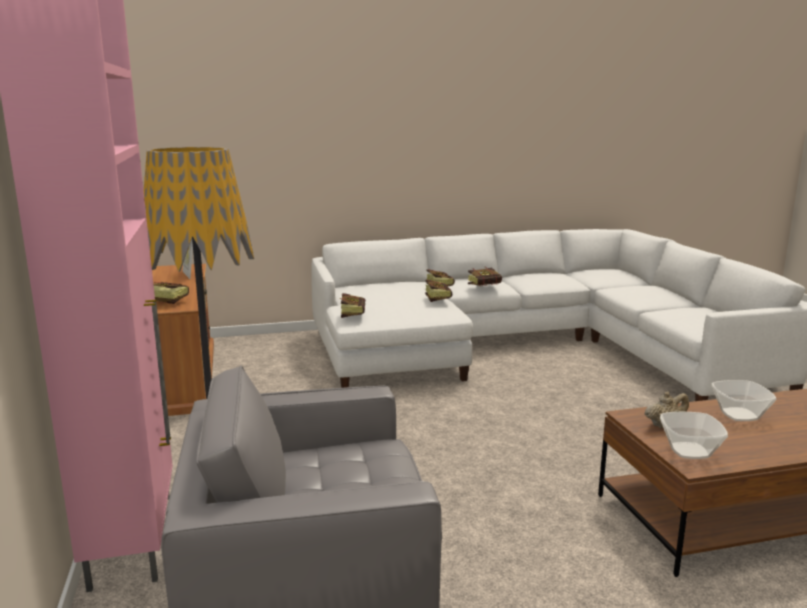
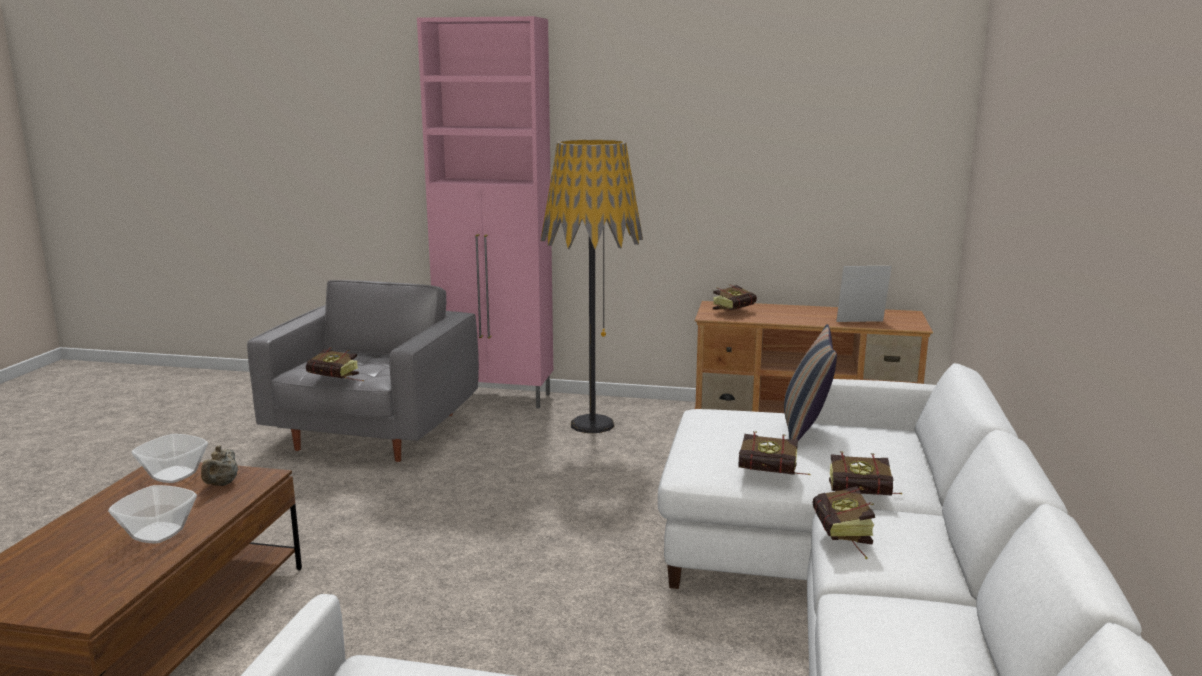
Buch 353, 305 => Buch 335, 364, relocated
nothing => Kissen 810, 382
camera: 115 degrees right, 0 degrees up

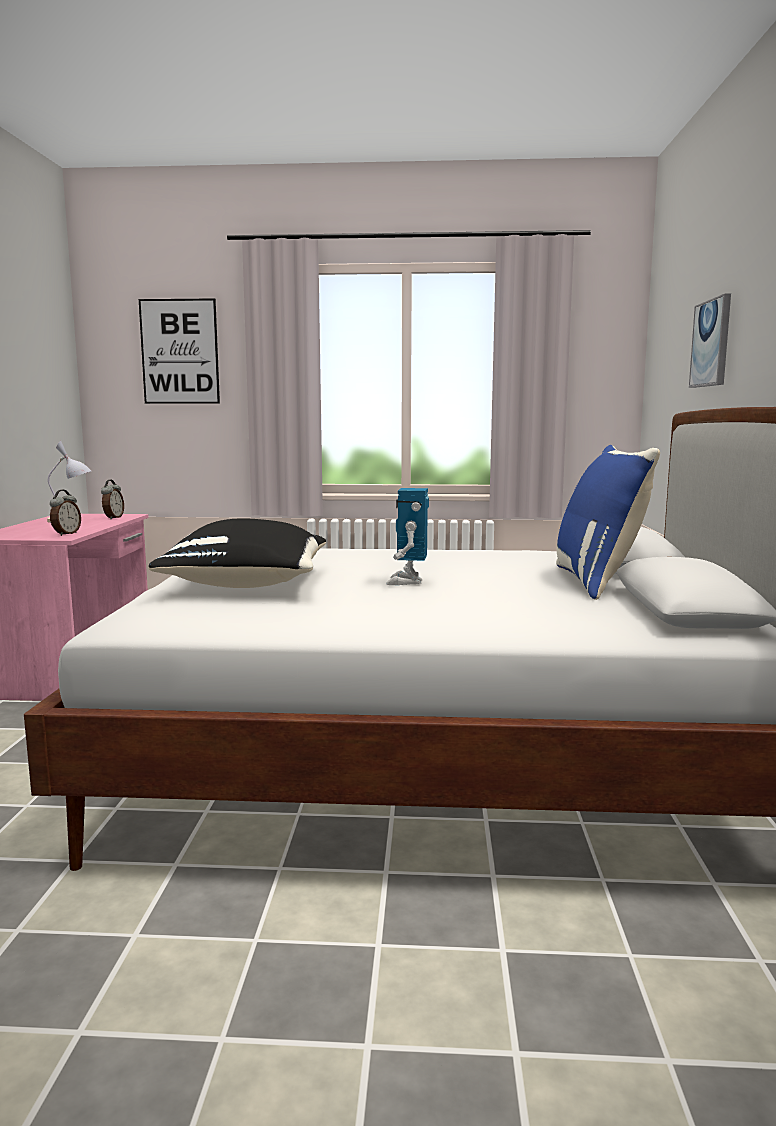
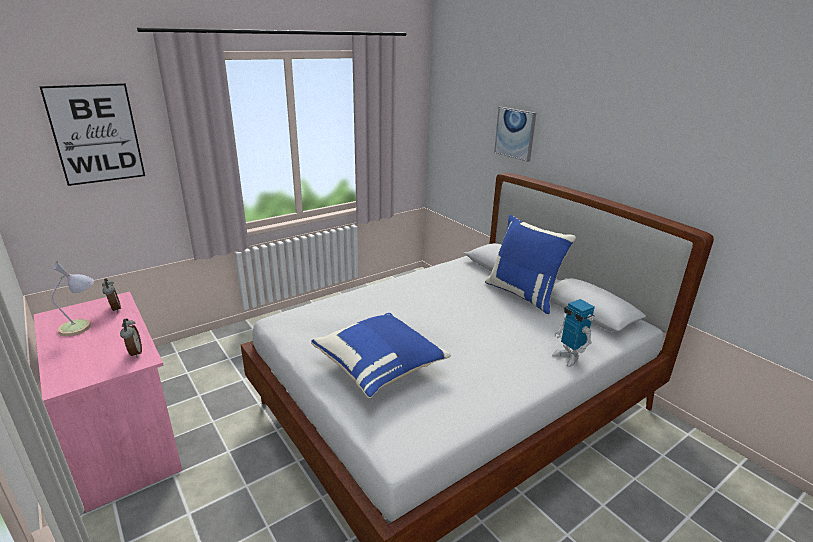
Spielzeugroboter 407, 536 => Spielzeugroboter 573, 333, relocated
Kissen/schwarz 237, 553 => Kissen/blau 381, 355
camera: 40 degrees left, 15 degrees up

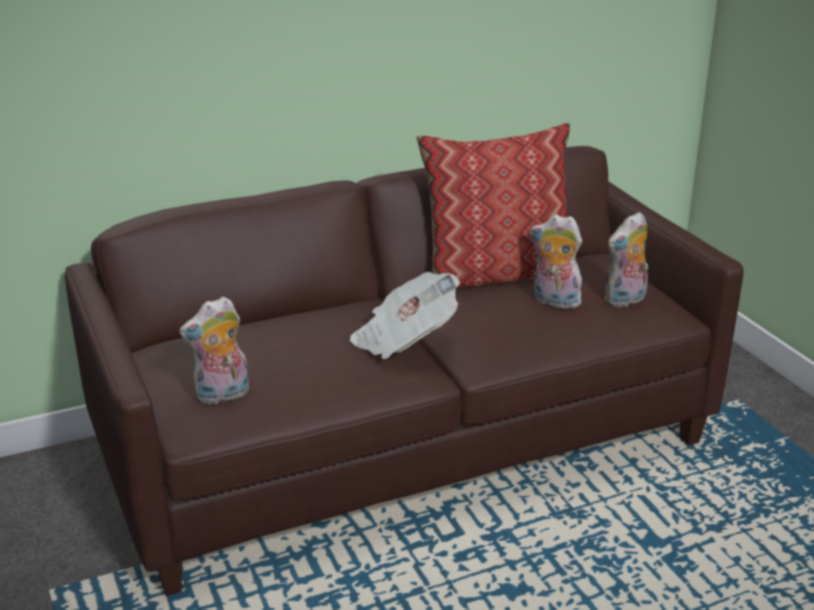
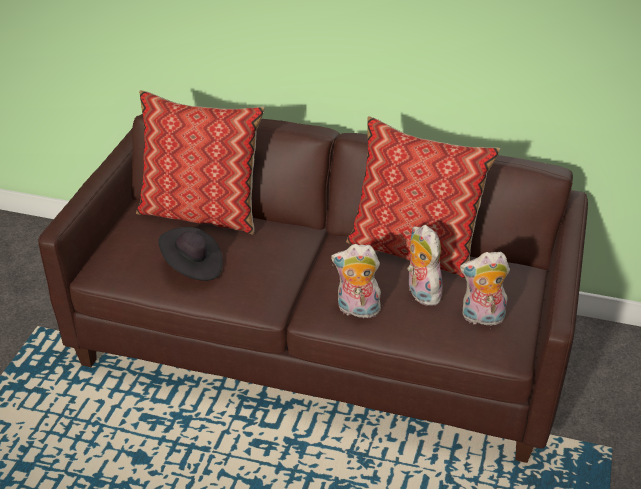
Zeitung 405, 315 => nothing
Plüschtier 214, 350 => Plüschtier 356, 282, relocated
nothing => Kissen 200, 162
nothing => Hut/schwarz 190, 254
camera: 40 degrees right, 10 degrees up

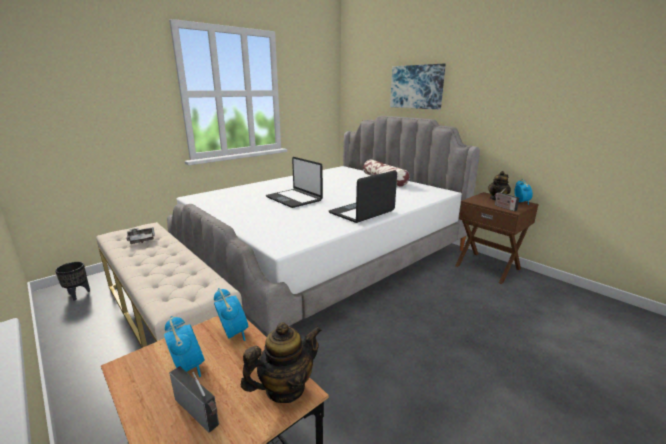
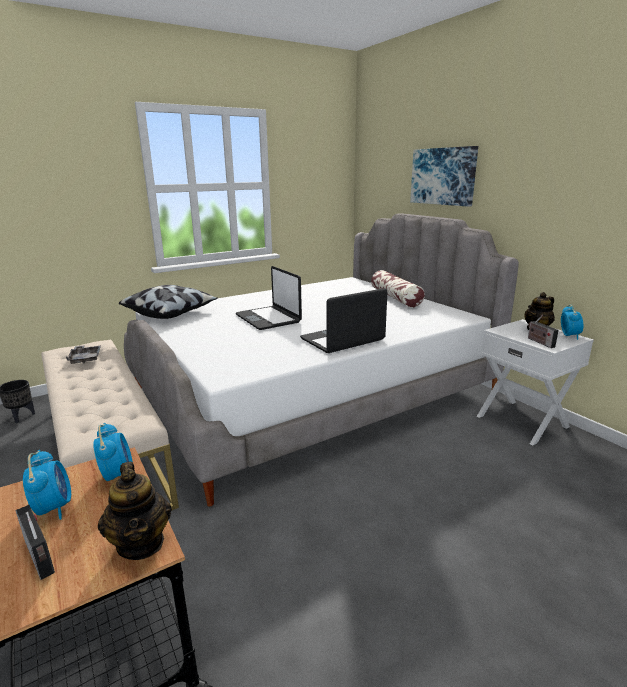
Nachttisch/braun 497, 238 => Nachttisch/weiß 535, 382
Teekanne 281, 362 => Teekanne 135, 511, 90 degrees clockwise
nothing => Kissen 168, 302
camera: 10 degrees right, 0 degrees up

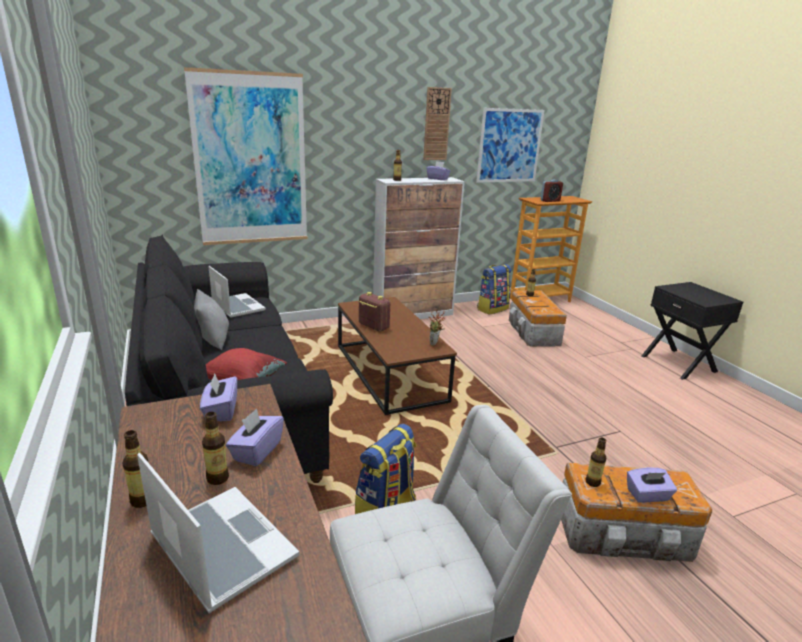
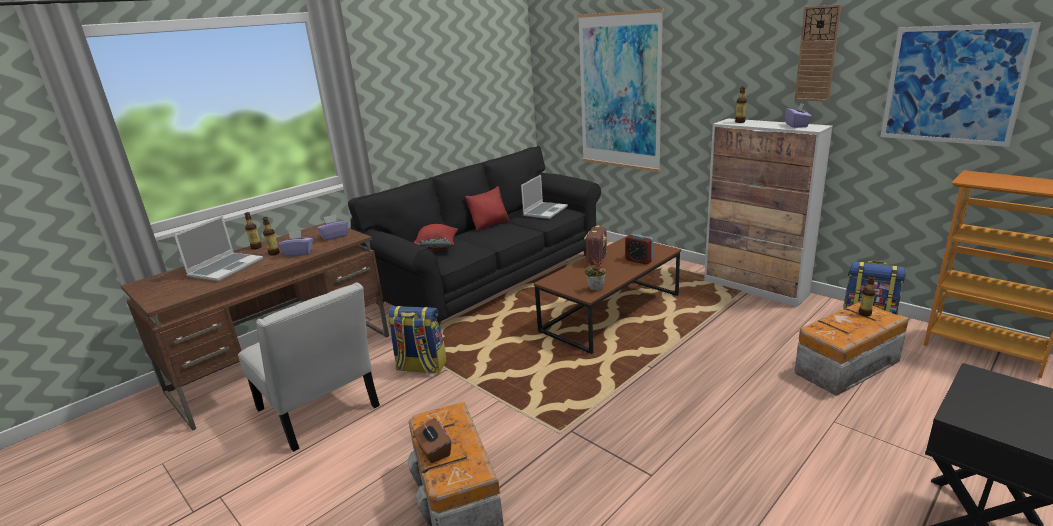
Wecker 552, 190 => Wecker 639, 249, relocated
Kissen/grau 211, 319 => Kissen/rot 487, 208
Flasche 595, 462 => nothing
Taschentuchbox/lila 652, 485 => Taschentuchbox/braun 432, 440
camera: 70 degrees right, 0 degrees up

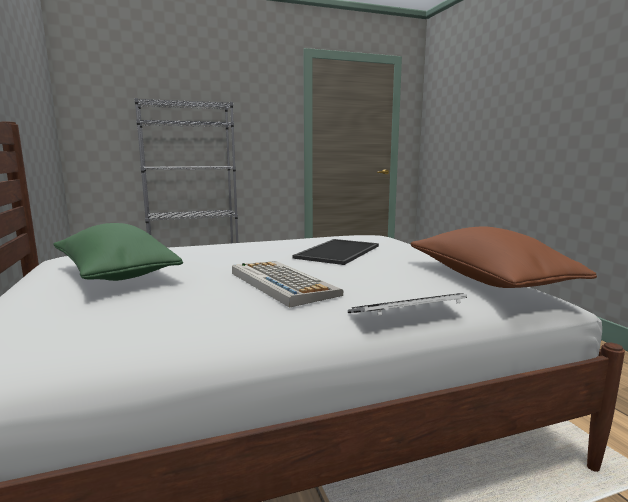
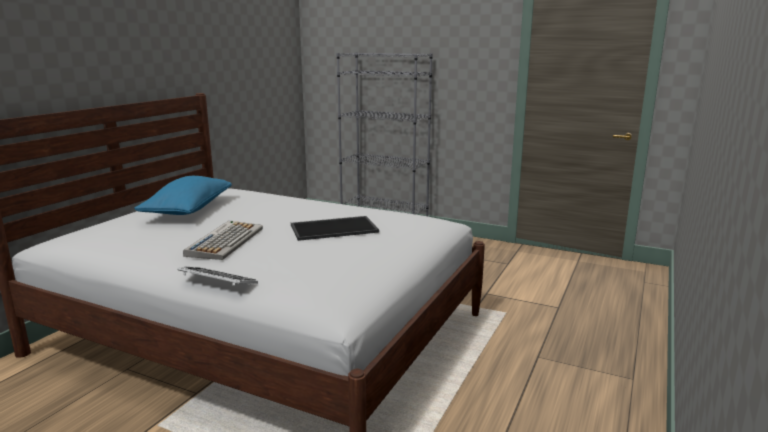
Kissen/grün 118, 252 => Kissen/blau 183, 195
Kissen/braun 503, 257 => nothing
camera: 45 degrees right, 5 degrees up

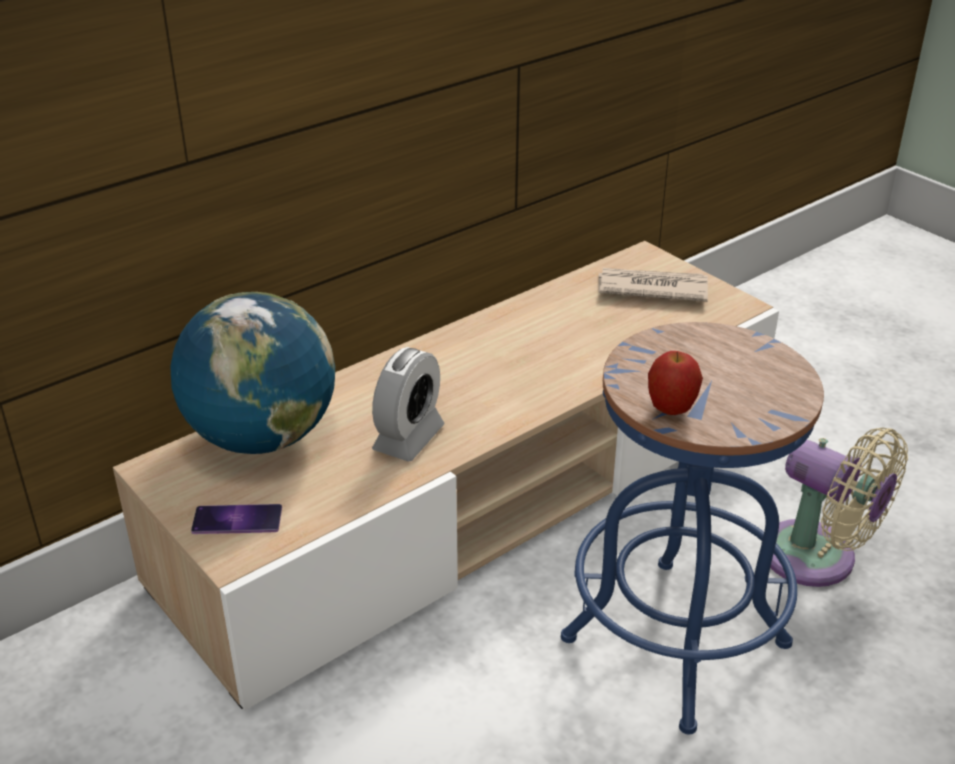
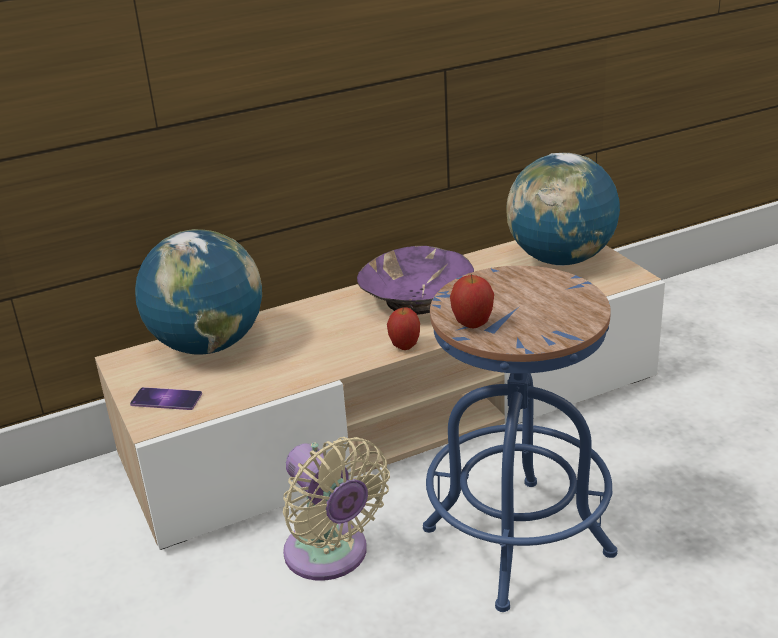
Zeitung 653, 285 => Globus 563, 209
Wecker 408, 404 => nothing
Ventilator/beige 834, 507 => Ventilator/beige 336, 509, relocated
nothing => Schüssel/lila 415, 280
nothing => Apfel 403, 328
camera: 15 degrees right, 5 degrees down

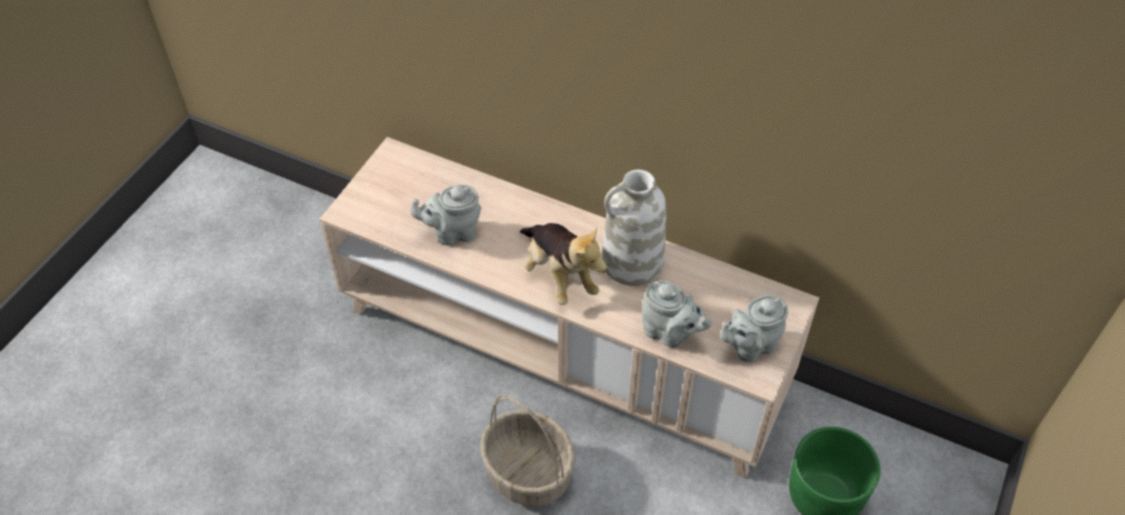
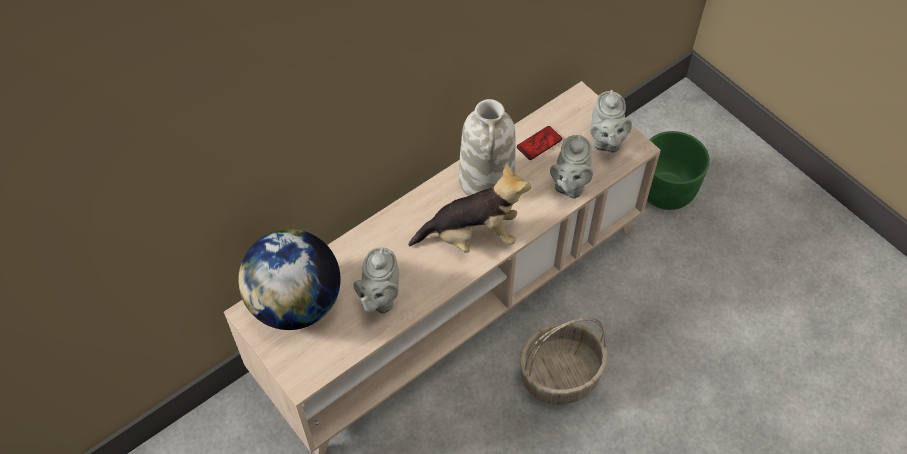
Teekanne/grau 676, 314 => Teekanne/grau 571, 166, 135 degrees clockwise
nothing => Handy 539, 143
nothing => Globus 289, 279
camera: 65 degrees left, 5 degrees up

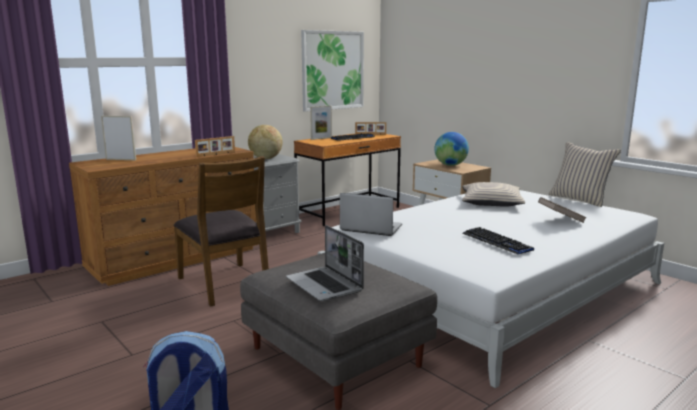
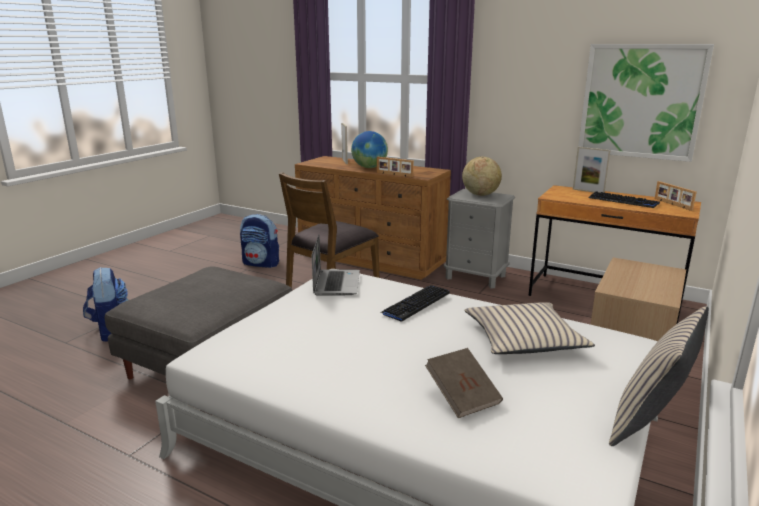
Globus 451, 149 => Globus 369, 149, relocated
Laptop 325, 263 => nothing
Tastatur 498, 240 => Tastatur 415, 303, relocated
nothing => Rucksack 259, 241
camera: 70 degrees right, 5 degrees up

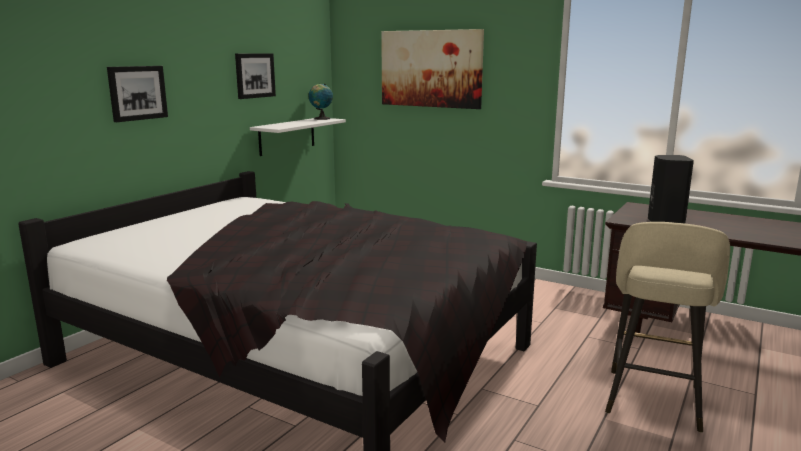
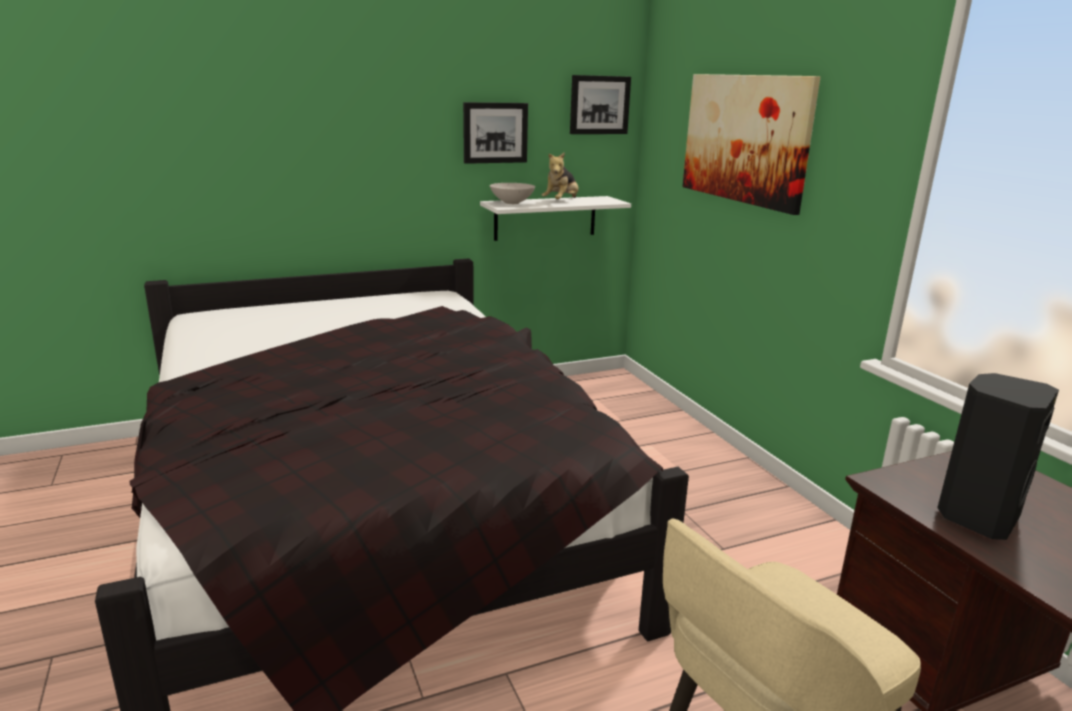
Bild 137, 94 => Bild 600, 104, relocated
Globus 321, 102 => nothing
nothing => Plüschtier 560, 175
nothing => Schüssel/weiß 512, 193
camera: 35 degrees right, 5 degrees up

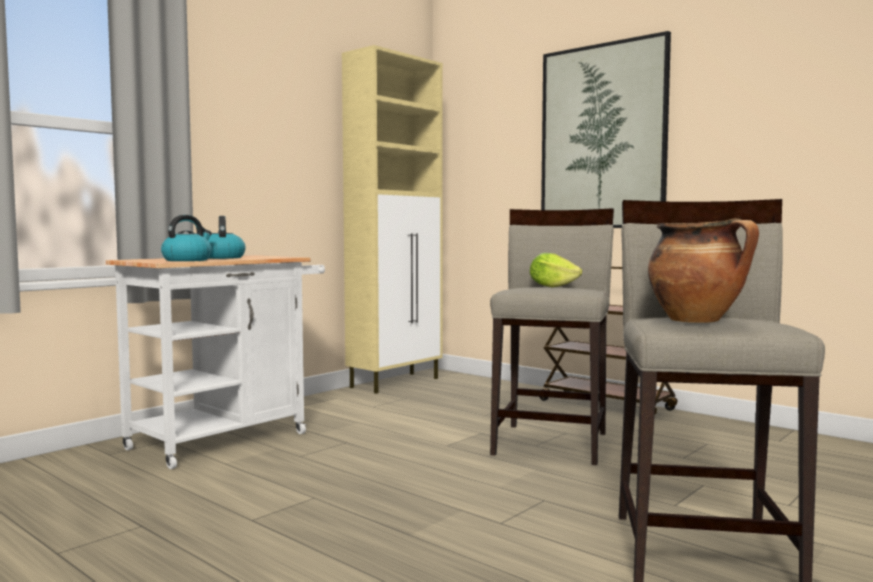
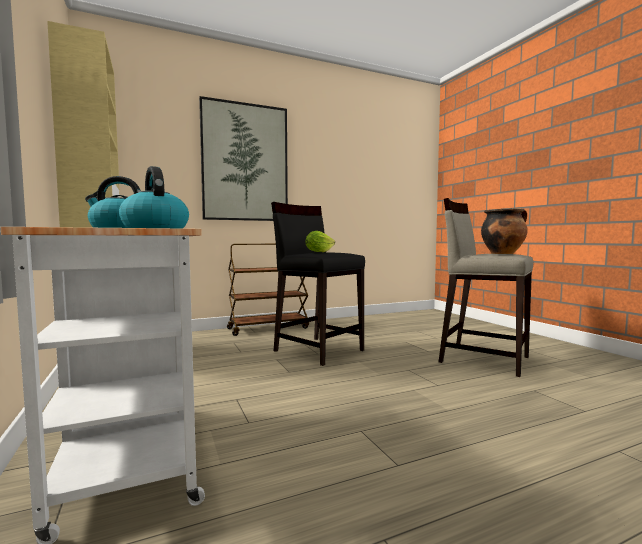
Hocker/beige 552, 336 => Hocker/schwarz 318, 284
camera: 65 degrees left, 0 degrees up

